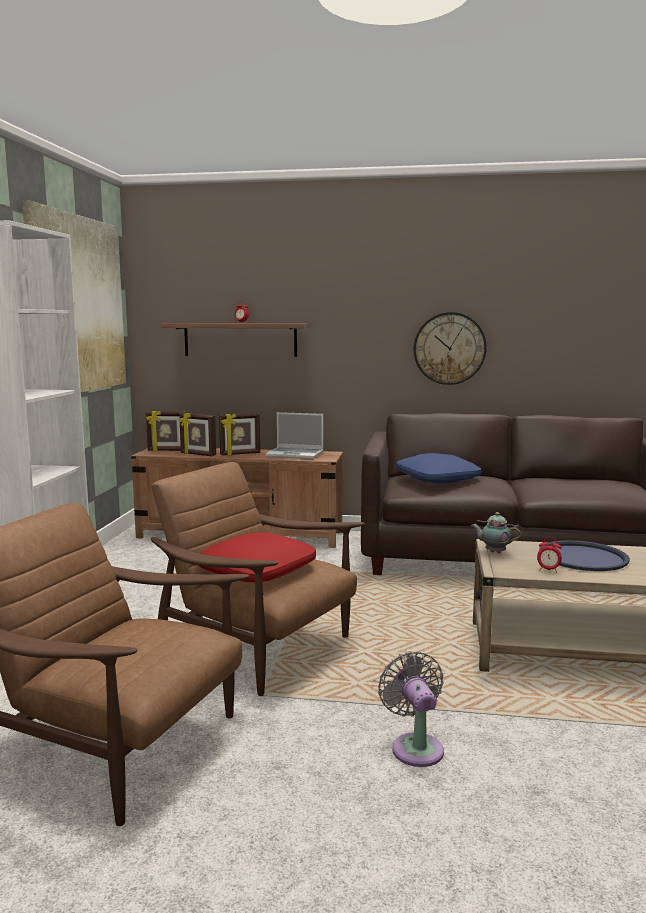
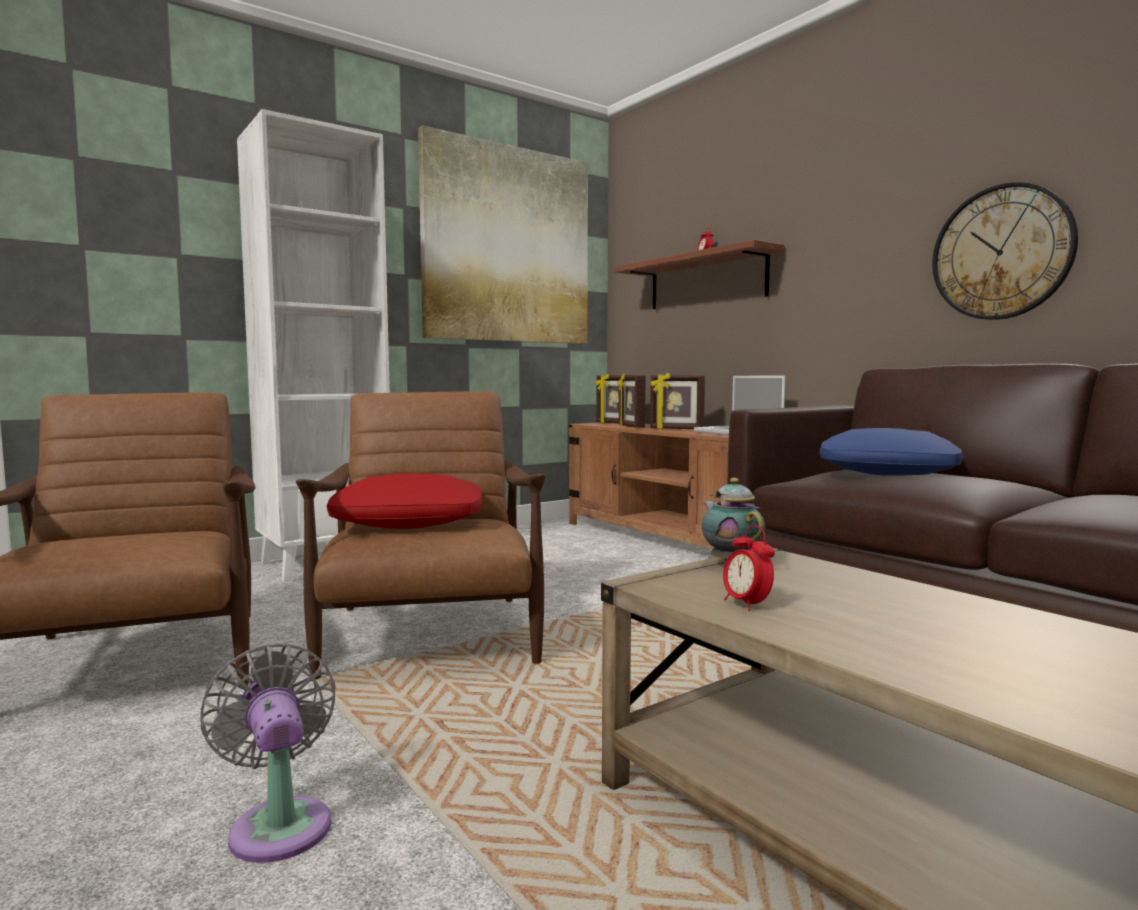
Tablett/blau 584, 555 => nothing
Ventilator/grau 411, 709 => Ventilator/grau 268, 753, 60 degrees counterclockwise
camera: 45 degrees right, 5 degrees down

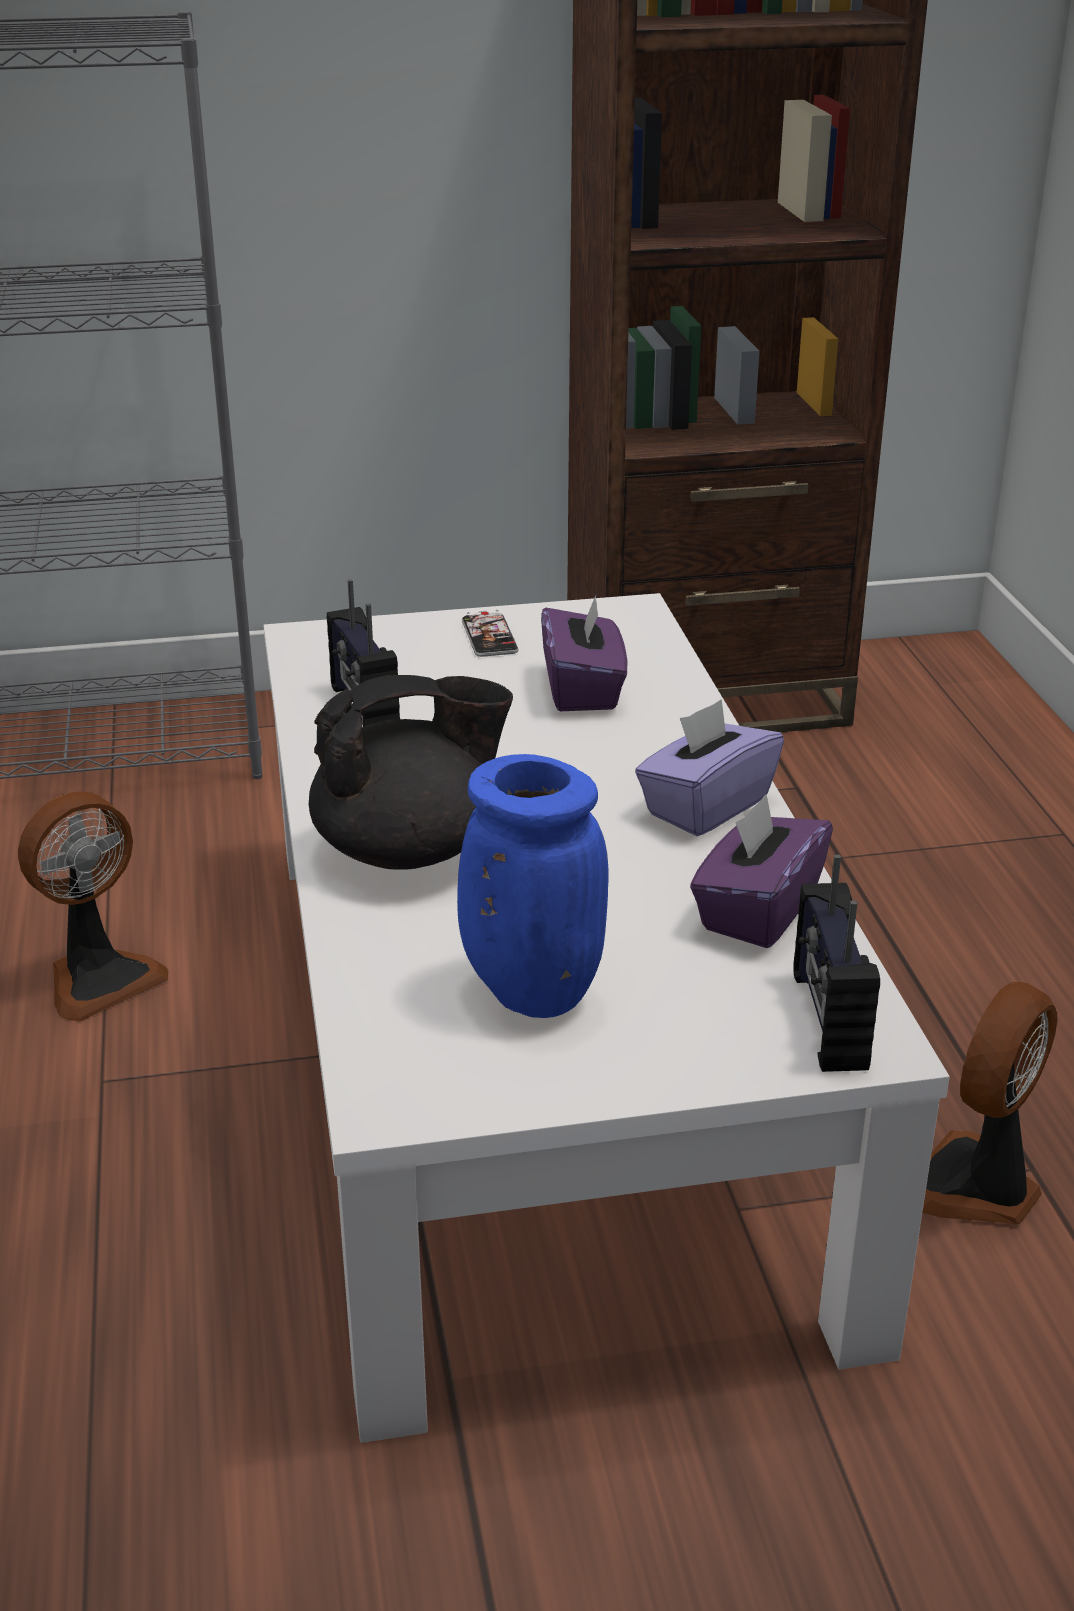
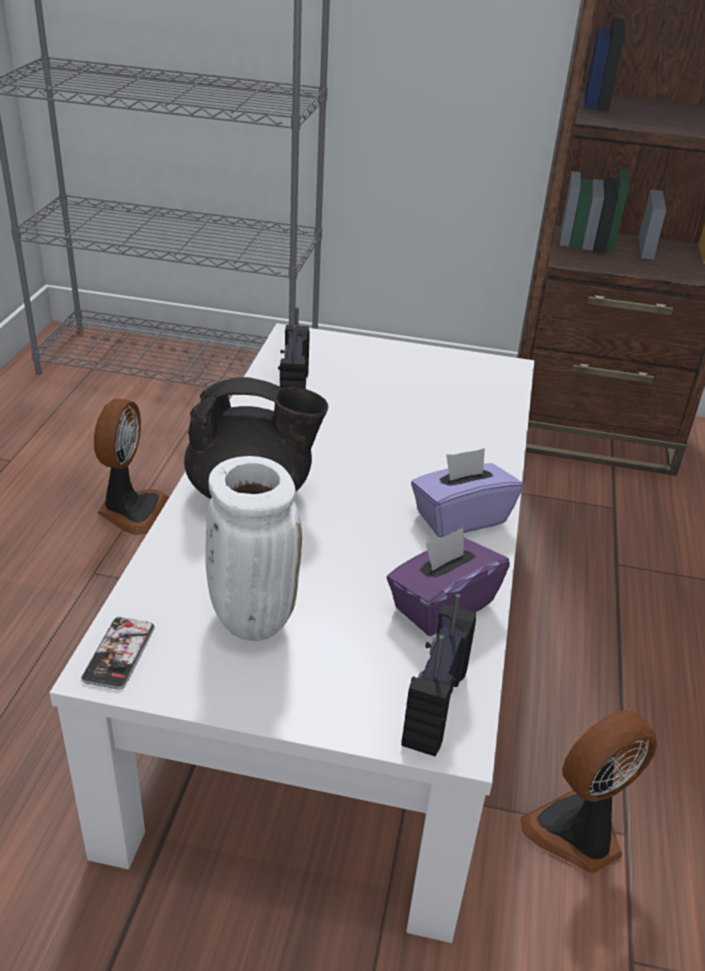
Taschentuchbox/lila 584, 652 => nothing
Handy 490, 633 => Handy 118, 653, relocated
Vase/blau 532, 886 => Vase/weiß 253, 548
Ventilator 93, 906 => Ventilator 131, 466, 60 degrees counterclockwise
camera: 20 degrees right, 5 degrees up

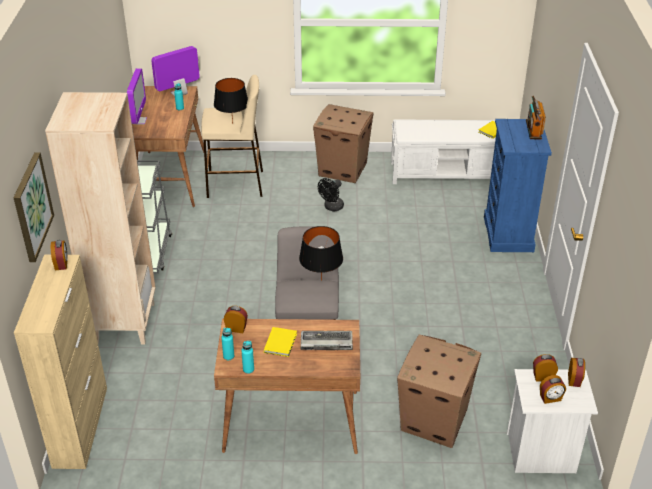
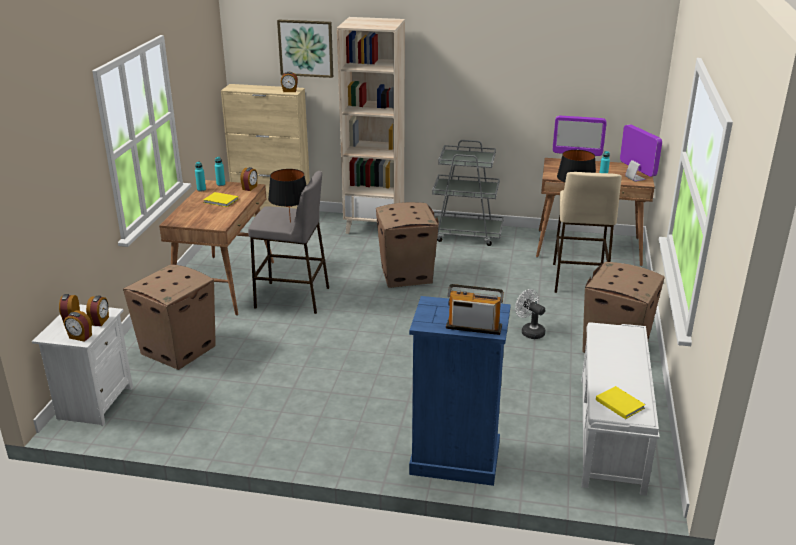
Ventilator/schwarz 331, 194 => Ventilator/weiß 530, 314
Tastatur 327, 340 => nothing
nothing => Karton 407, 245
camera: 100 degrees right, 10 degrees down

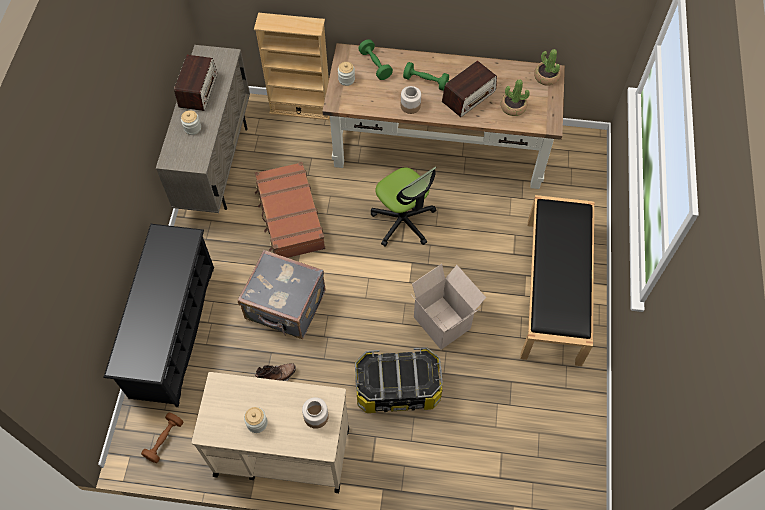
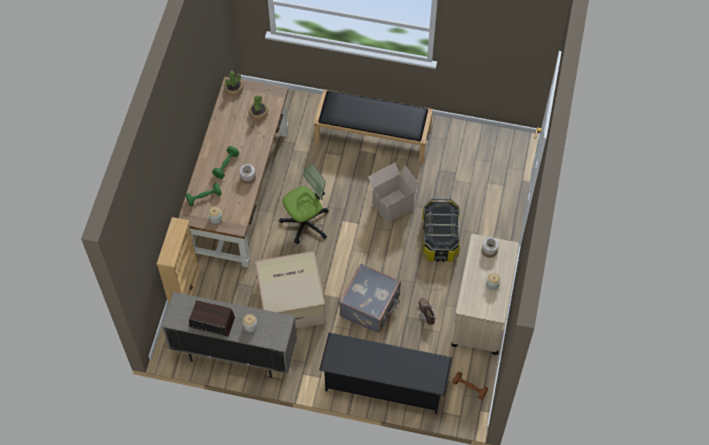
Radio 469, 89 => nothing
Koffer/braun 290, 210 => Karton 290, 290
camera: 85 degrees left, 0 degrees up

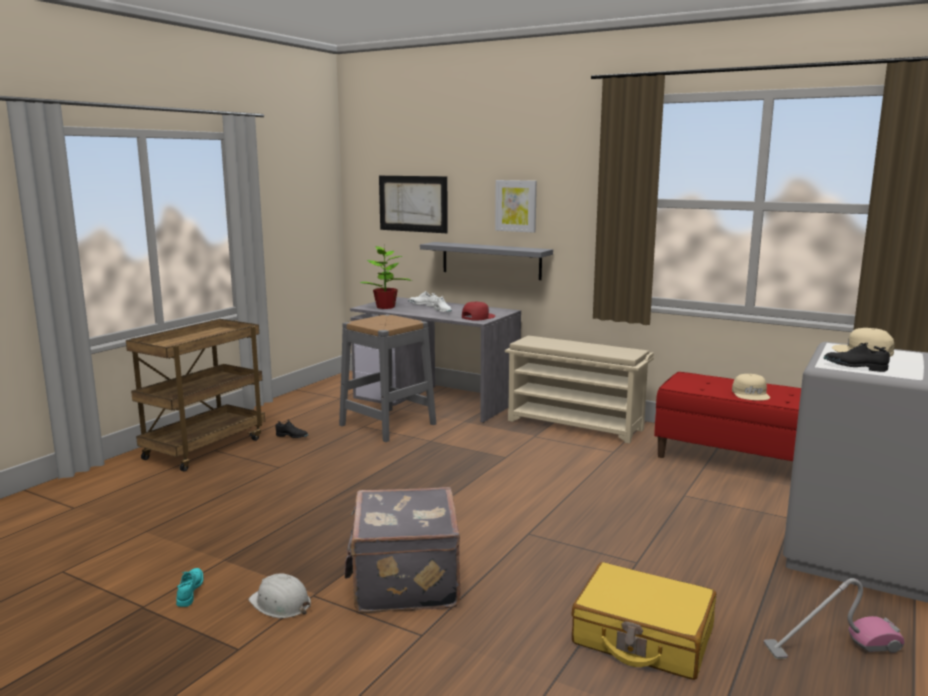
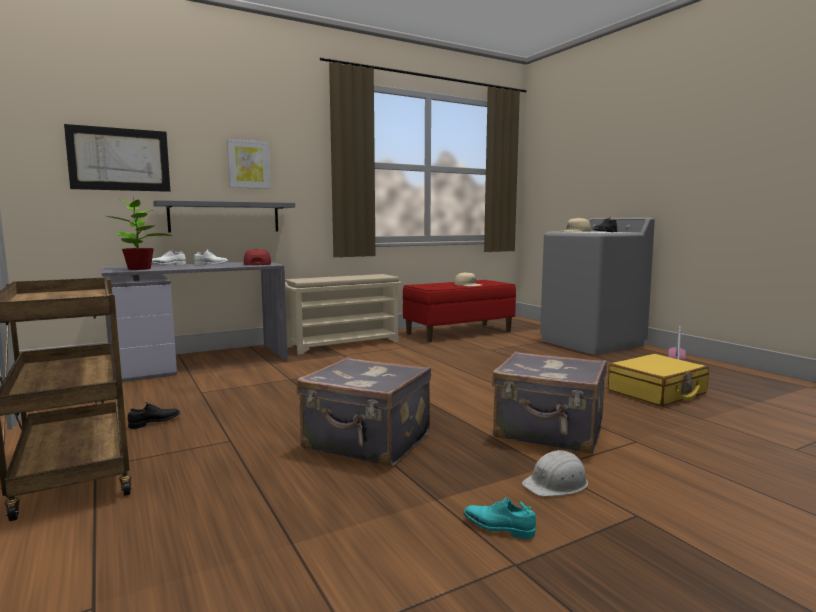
Hocker/grau 387, 378 => nothing
nothing => Koffer/grau 364, 412
camera: 60 degrees left, 5 degrees down

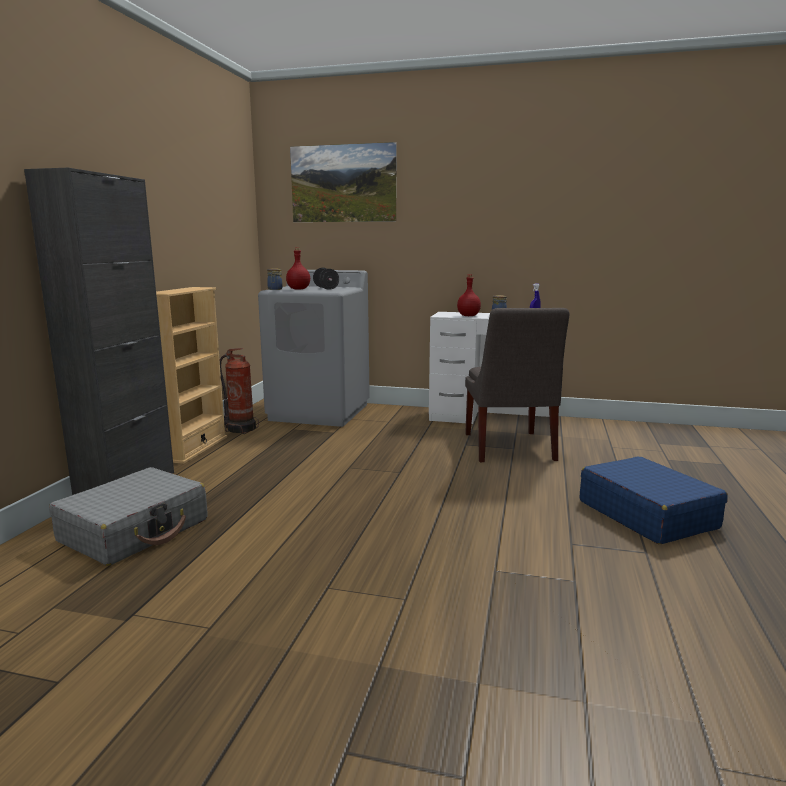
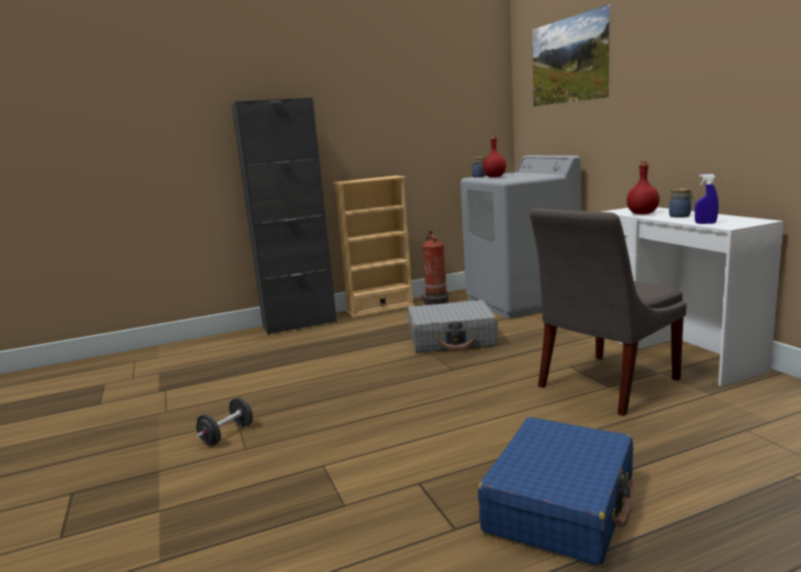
Hantel/schwarz 326, 279 => Hantel/schwarz 224, 421, relocated
Koffer/grau 128, 516 => Koffer/grau 453, 326, relocated
camera: 55 degrees right, 0 degrees up

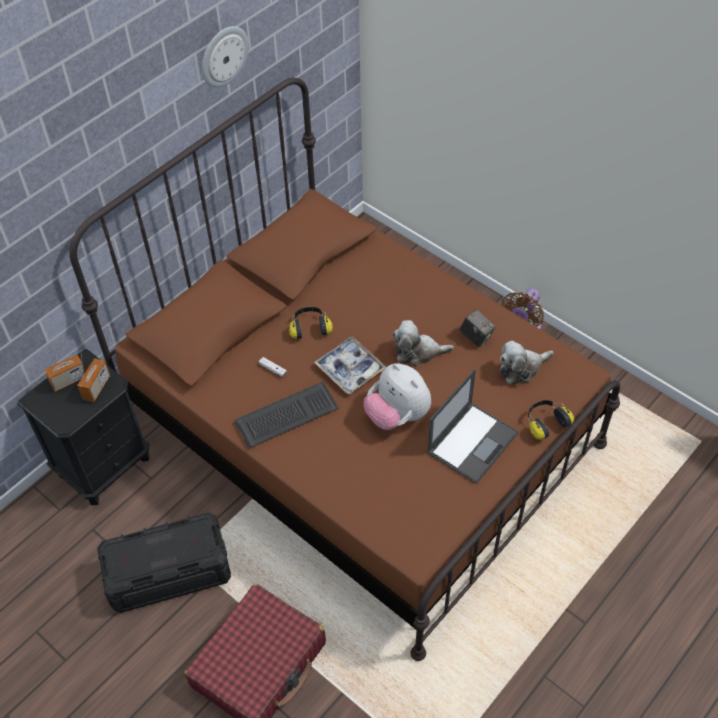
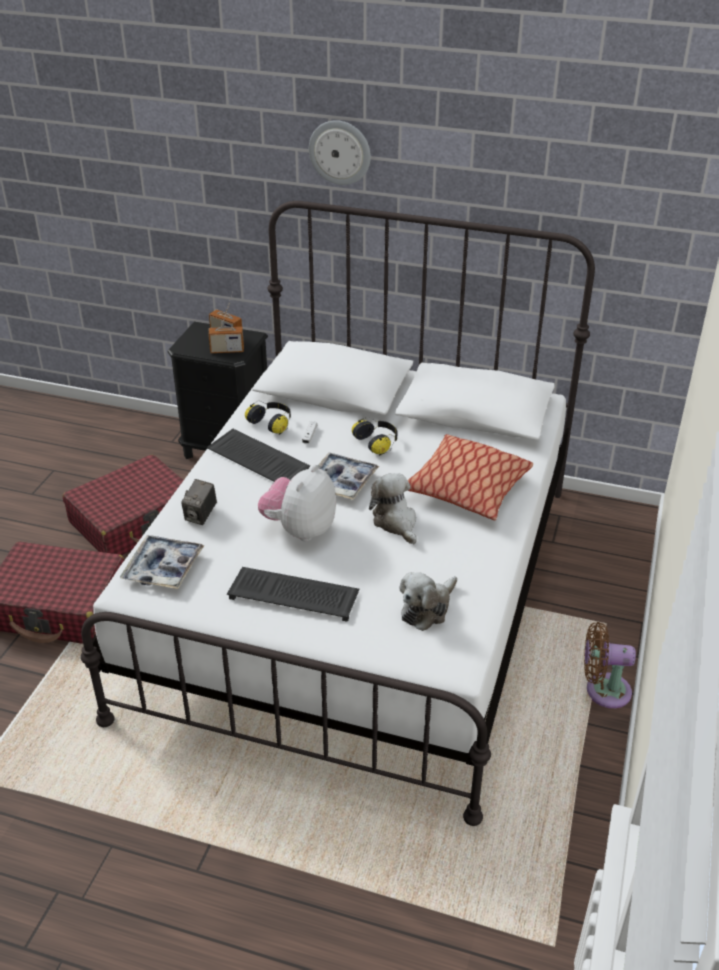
Wanduhr 225, 56 => Wanduhr 340, 152, relocated
Bett/braun 344, 369 => Bett/weiß 338, 513
Kamera 477, 328 => Kamera 199, 502, relocated
Plüschtier 526, 362 => Plüschtier 428, 601, 90 degrees counterclockwise
Laptop 473, 426 => Tastatur 293, 594
Kopfhörer 551, 420 => Kopfhörer 268, 418, relocated
Aufbewahrungsbox/schwarz 164, 563 => Koffer/rot 123, 505
nothing => Kissen 470, 477
nothing => Tablett 162, 562
camera: 65 degrees right, 15 degrees down

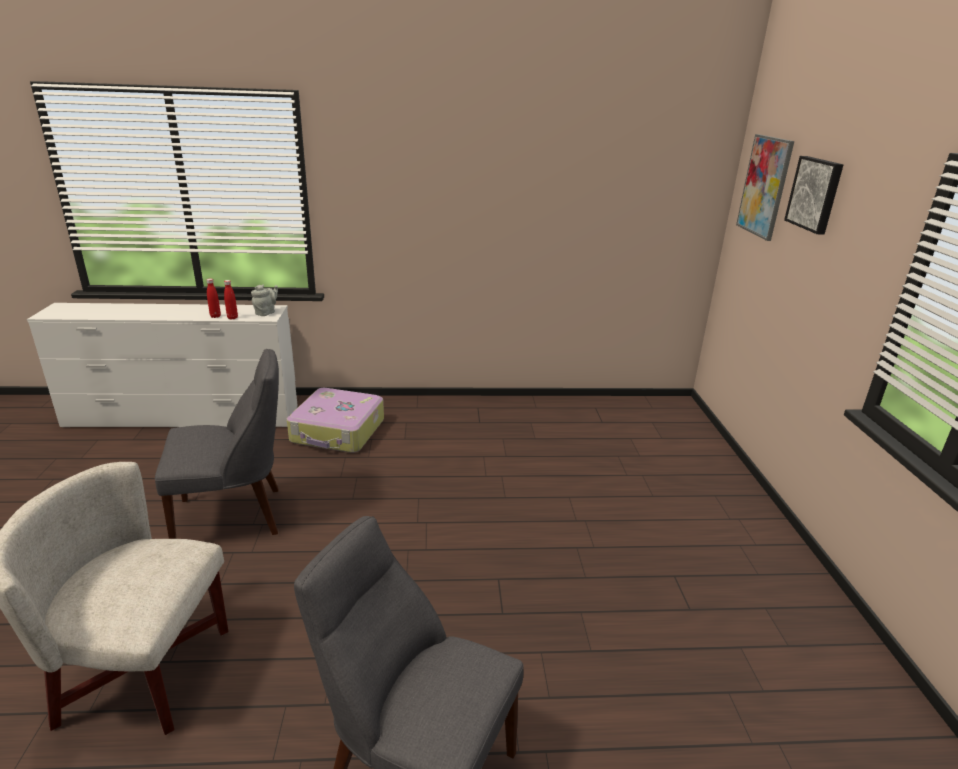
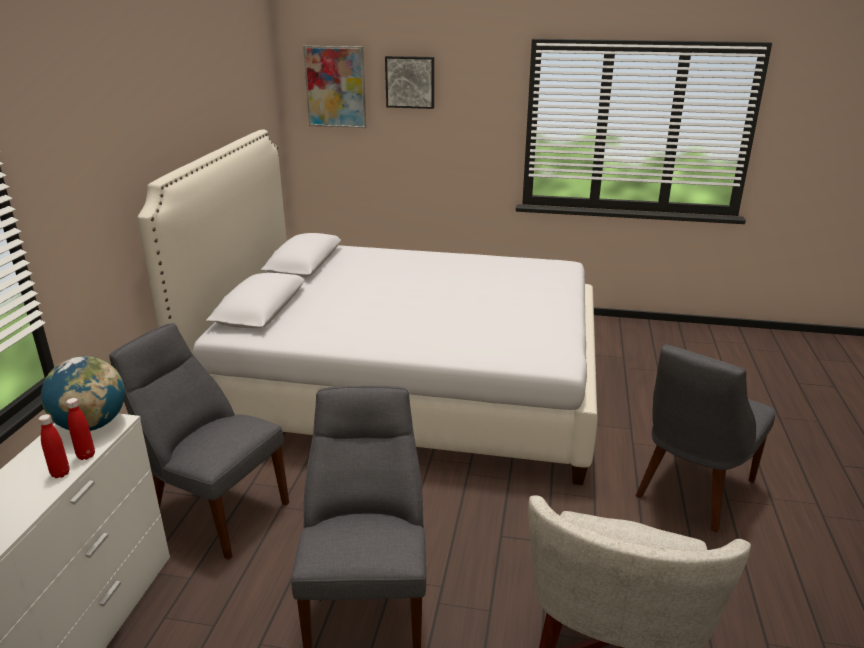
Teekanne/grau 264, 300 => Globus 83, 393
Koffer 335, 420 => Stuhl/grau 199, 442
nothing => Bett/weiß 367, 307
camera: 75 degrees left, 0 degrees up

